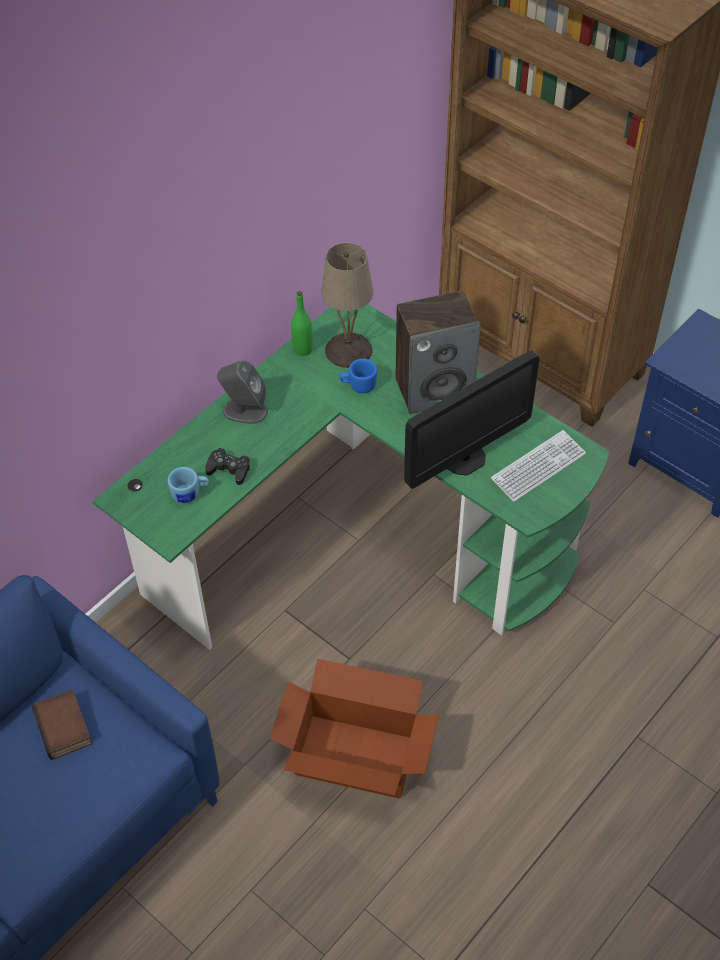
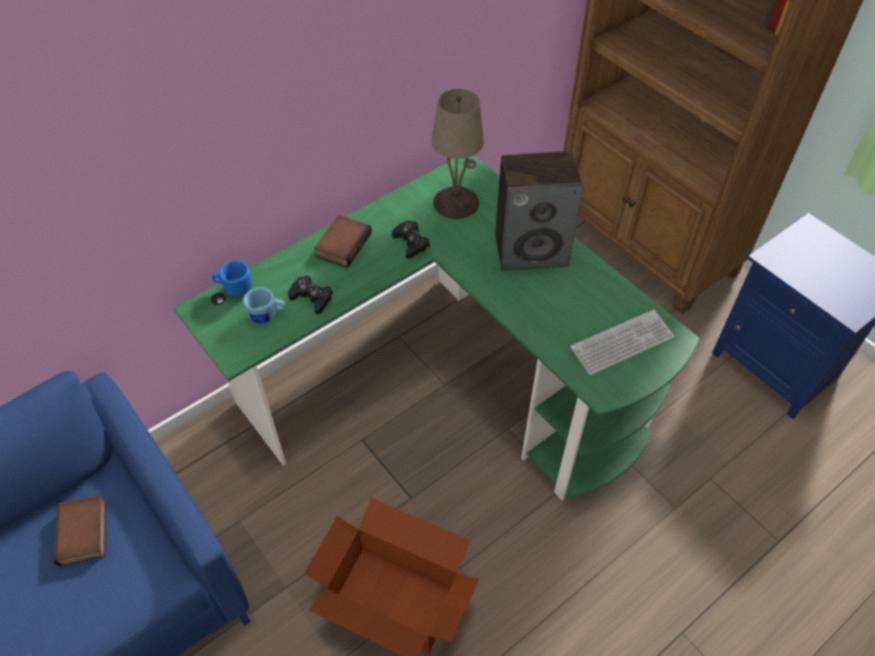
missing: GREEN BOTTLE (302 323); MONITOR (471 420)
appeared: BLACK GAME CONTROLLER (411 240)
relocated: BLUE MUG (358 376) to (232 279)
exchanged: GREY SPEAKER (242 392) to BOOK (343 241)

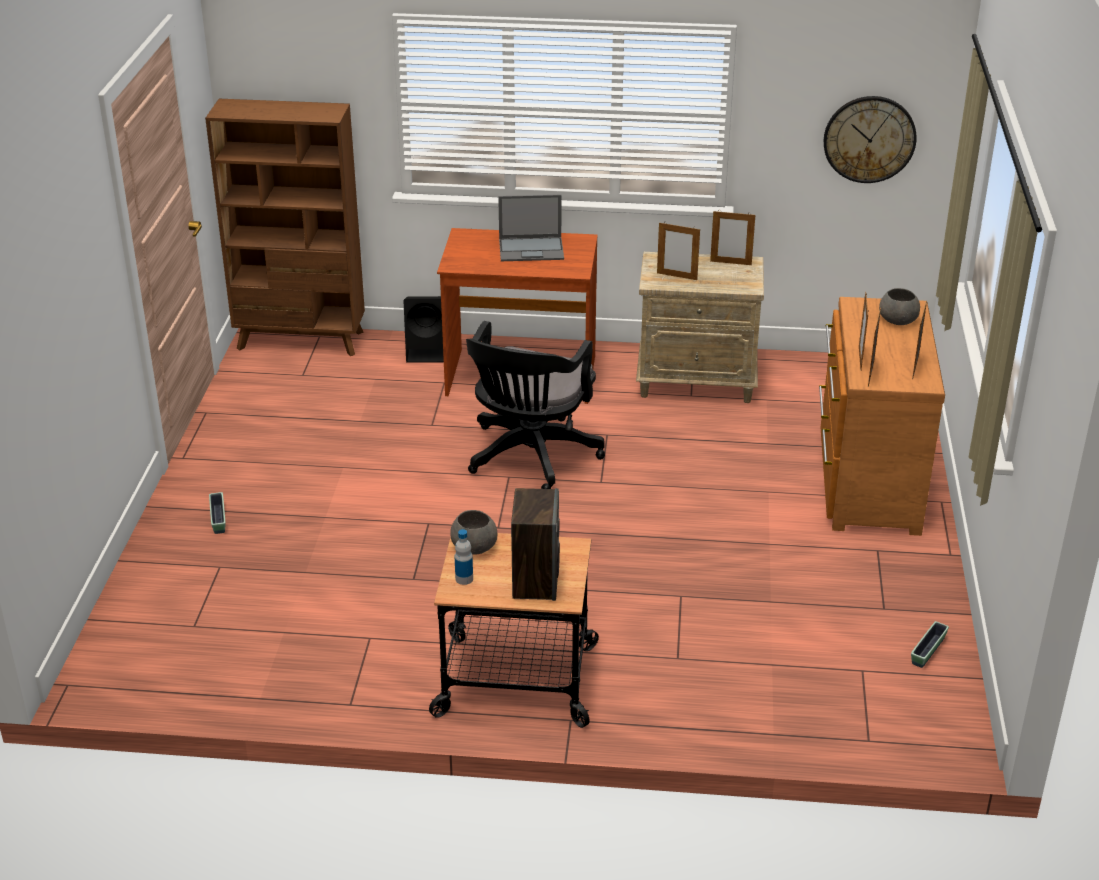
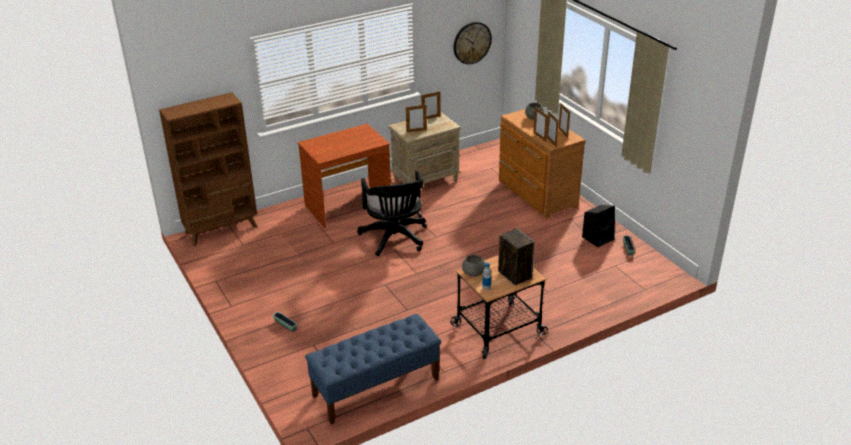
missing: LAPTOP (531 228)
appeared: BLUE BENCH (373 369)
relocated: BLACK SPEAKER (423 329) to (598 226)

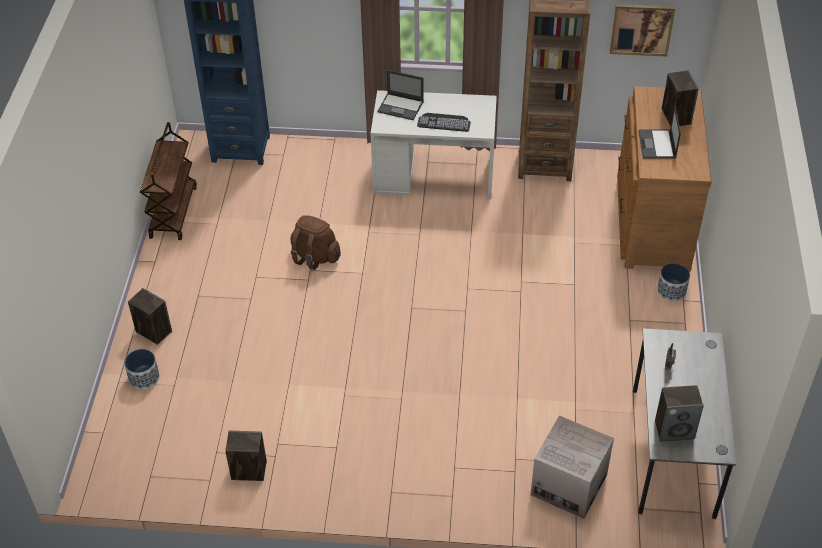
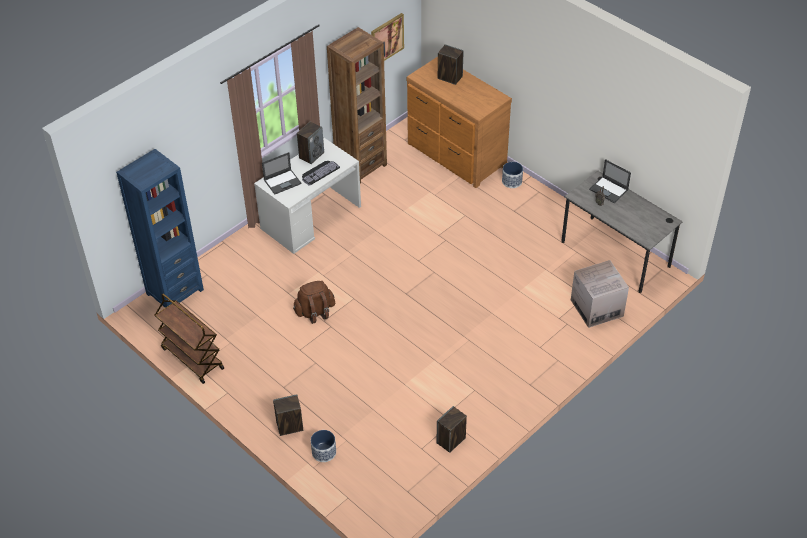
relocated: LAPTOP (660 132) to (610 181); SPEAKER (679 413) to (310 143)

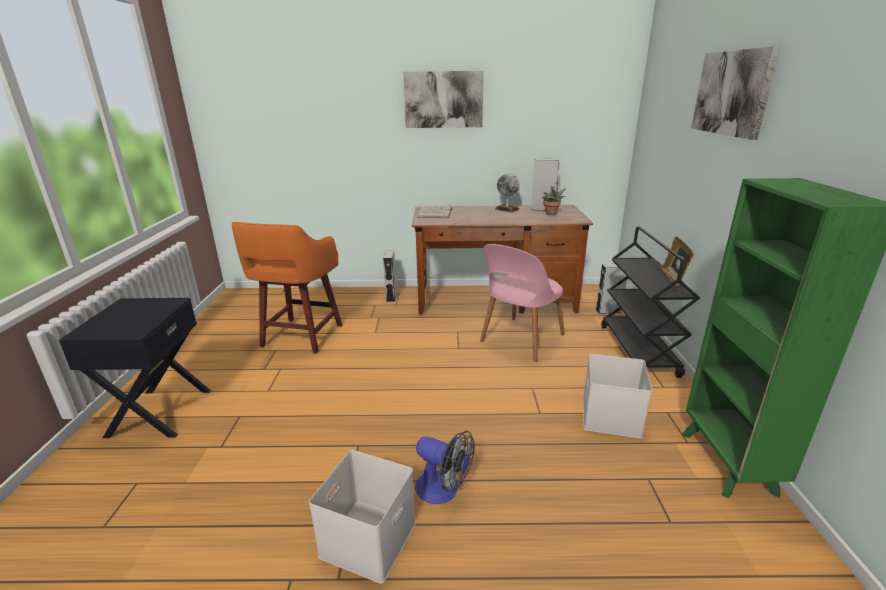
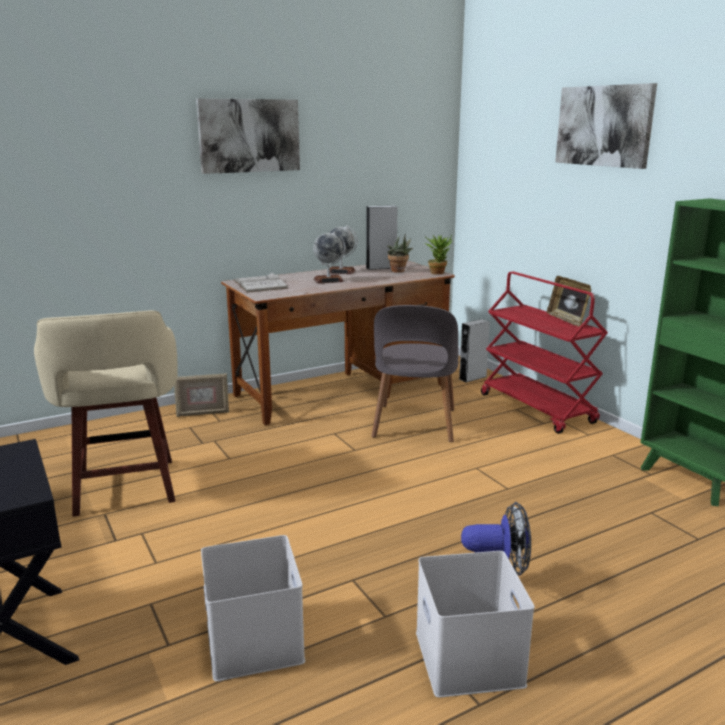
appeared: GLOBE (329 257); POTTED PLANT (438 255)
relocated: WHITE STORAGE BOX (617 396) to (253 608)
exchanged: GREY SPEAKER (390 276) to PICTURE FRAME (201 395)
colour: ORANGE STOOL (287 288) to BEIGE STOOL (106 413); BLACK CART (650 302) to RED CART (544 352); PINK CHAIR (522 302) to GREY CHAIR (415 373)

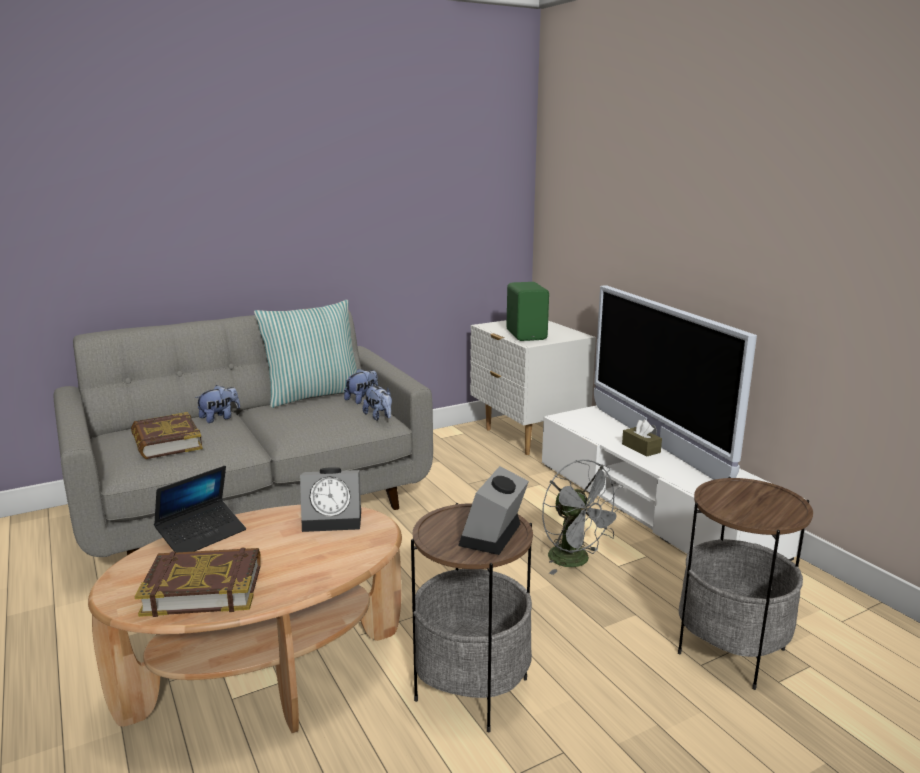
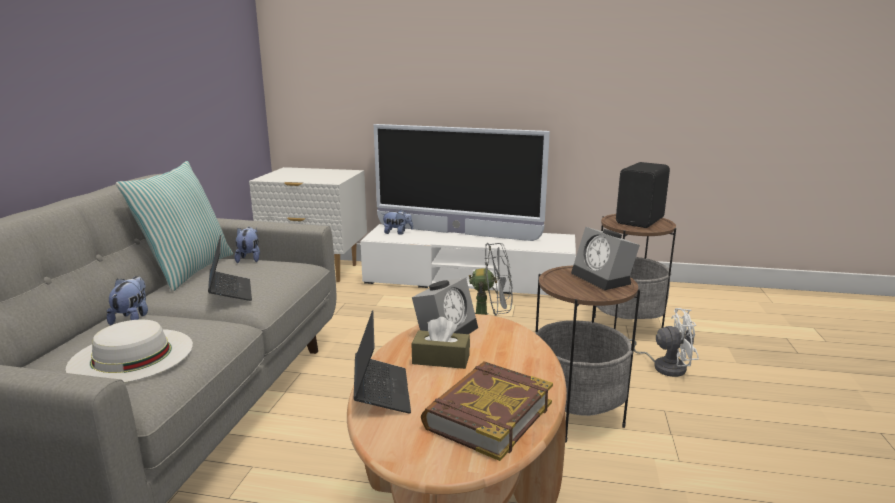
missing: GREEN SPEAKER (527 311)
appeared: BLACK SPEAKER (643 195); LAPTOP (230 268); WHITE FAN (664 342)
relocated: PLUSH TOY (377 403) to (397 222); BROWN TISSUE BOX (642 438) to (441 343)
exchanged: BOOK (167 435) to WHITE HAT (129 351)

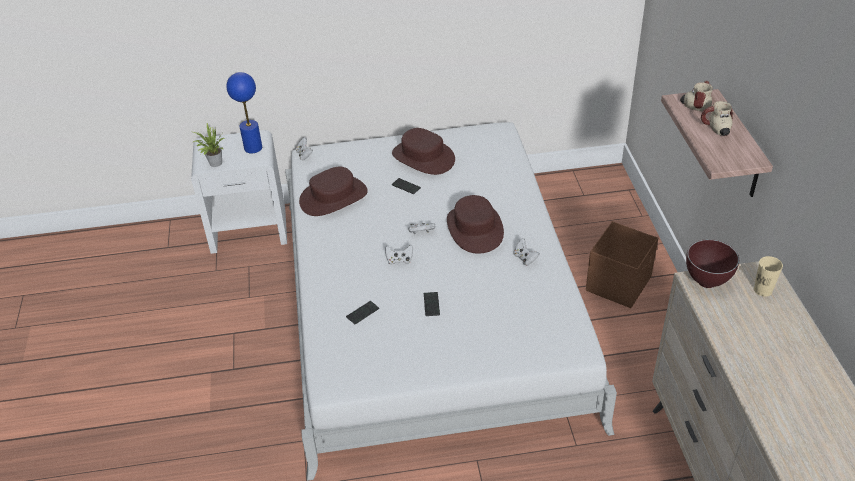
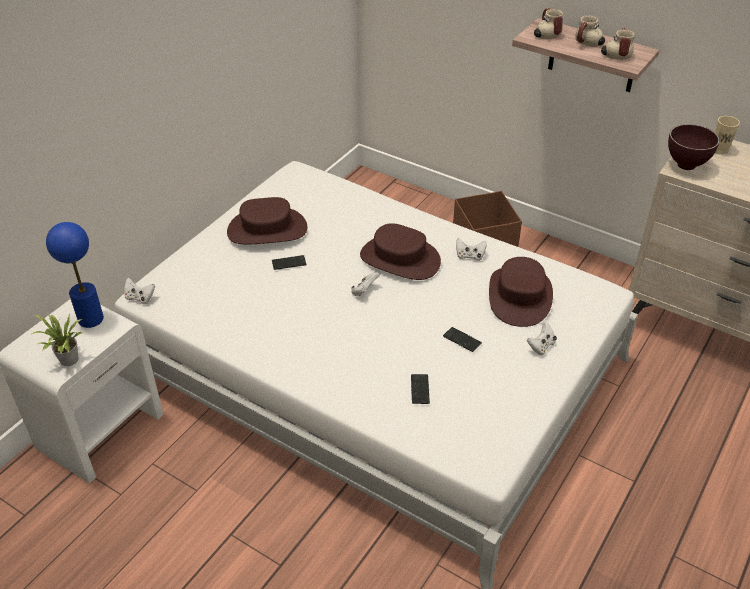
appeared: MUG (618 43)
relocated: BROWN HAT (333 191) to (521 292); WHITE GAME CONTROLLER (399 255) to (542 338)

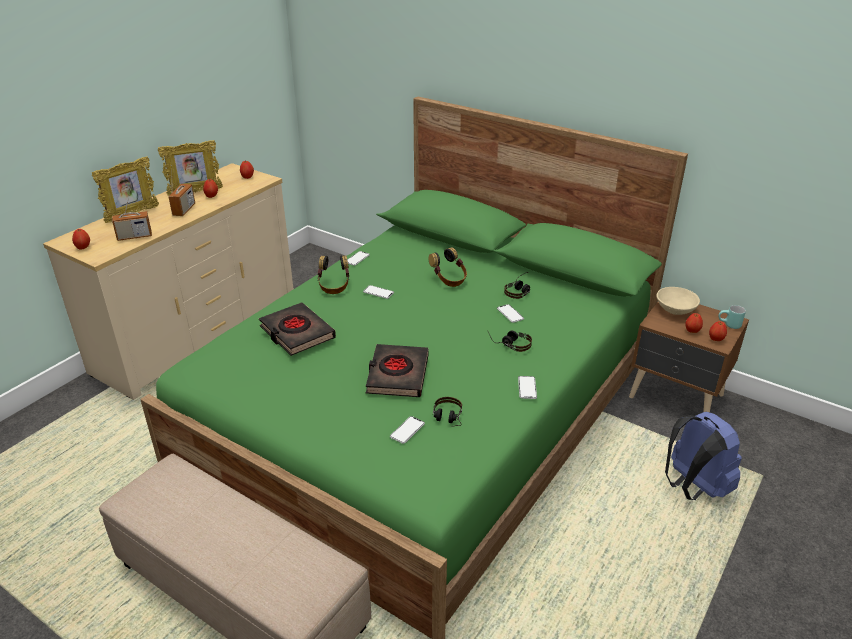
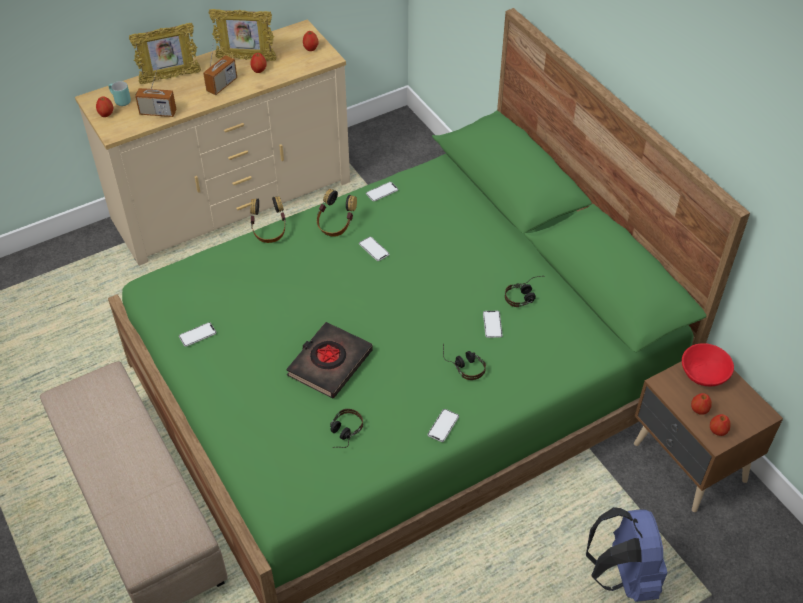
missing: BLACK BOOK (297 329)
relocated: HEADPHONES (448 267) to (268 219); TURQUOISE MUG (732 317) to (119 93); PHONE (407 430) to (197 334)
colour: BEIGE BOWL (678 301) to RED BOWL (708 364)

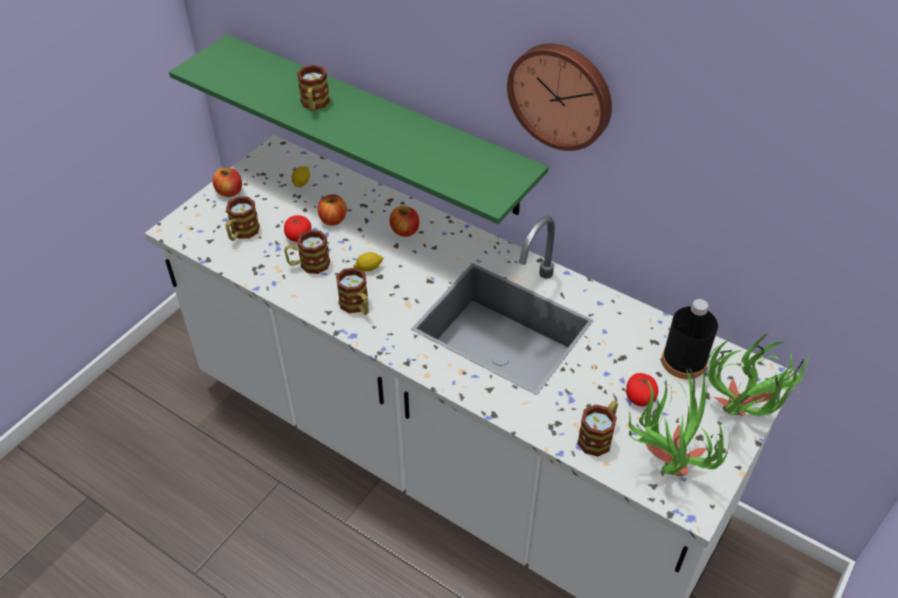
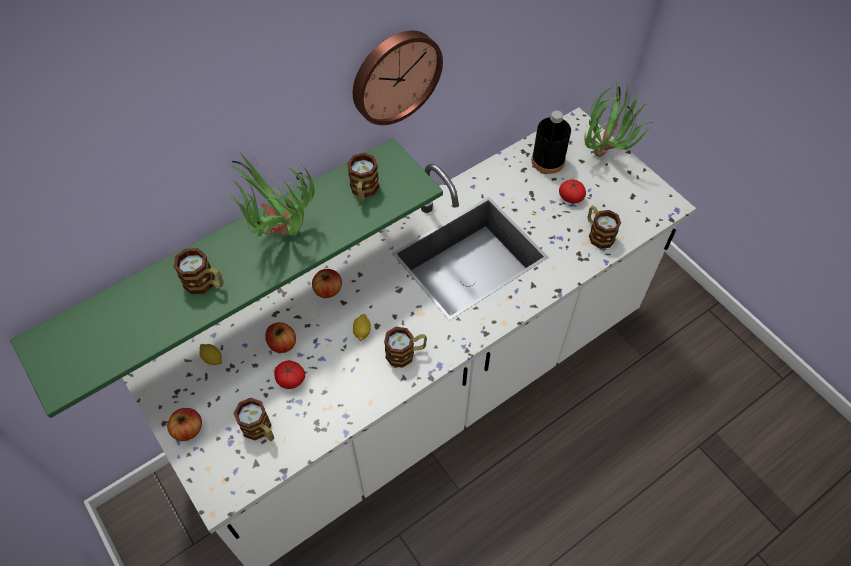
relocated: MUG (307 252) to (363 177); POTTED PLANT (678 422) to (270 194)

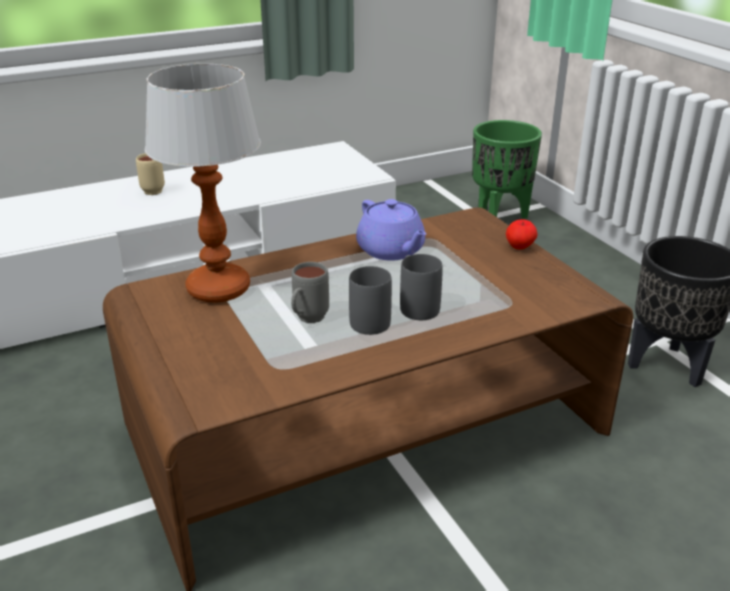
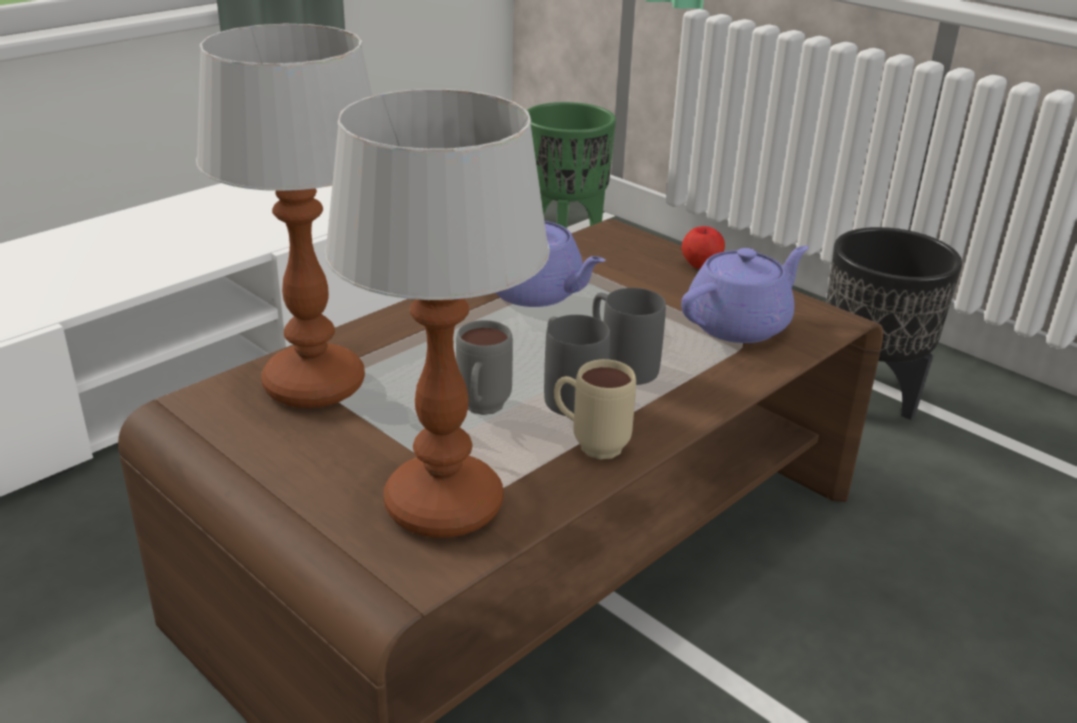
appeared: TABLE LAMP (437 313); PURPLE TEAPOT (745 294)
relocated: BEIGE MUG (150 174) to (595 409)

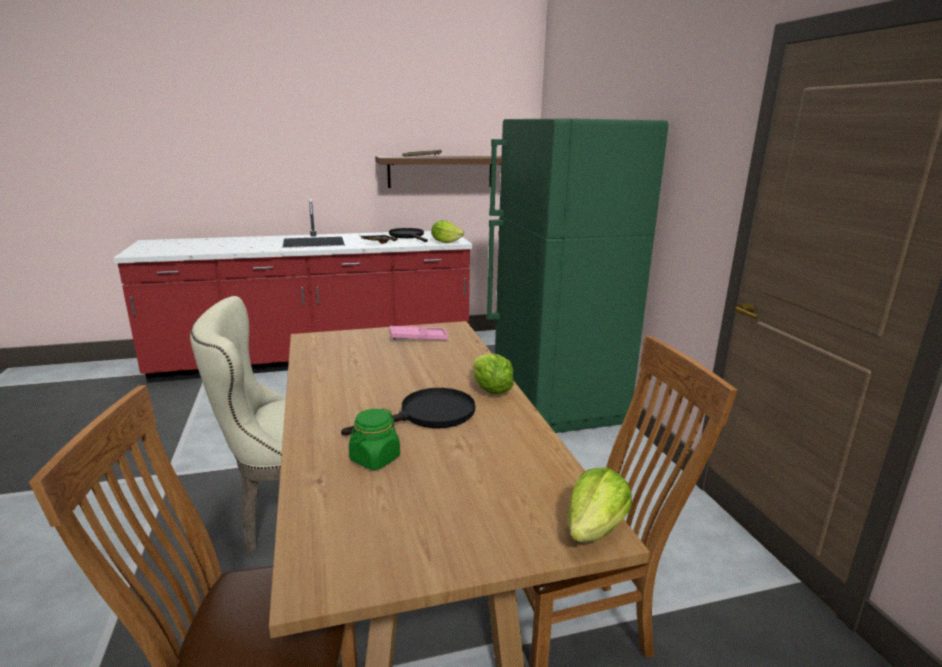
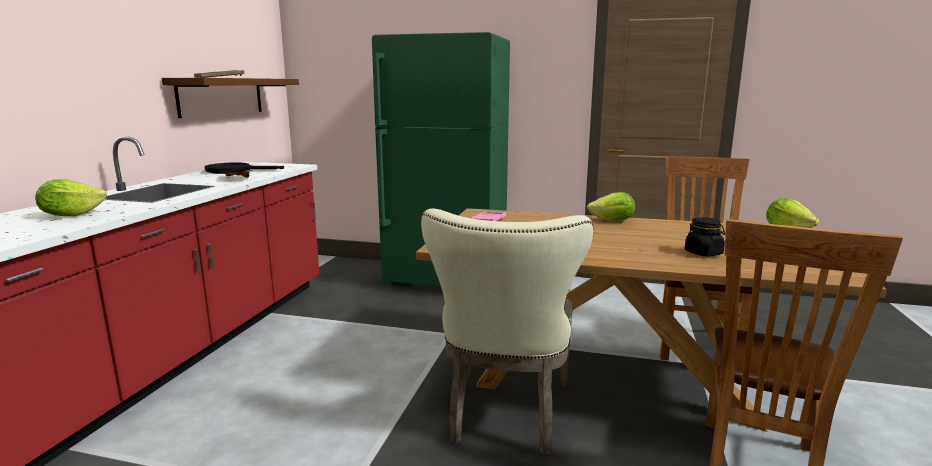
missing: BLACK FRYING PAN (408 411)
relocated: LETTUCE (447 231) to (71 197)
colour: GREEN JAR (374 439) to BLACK JAR (705 237)

